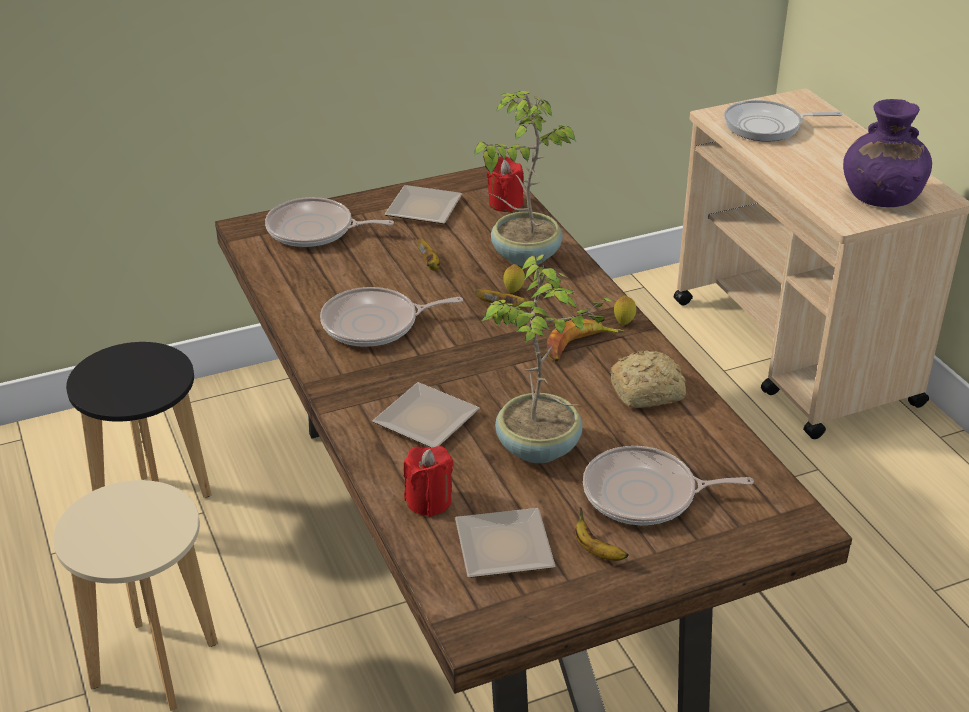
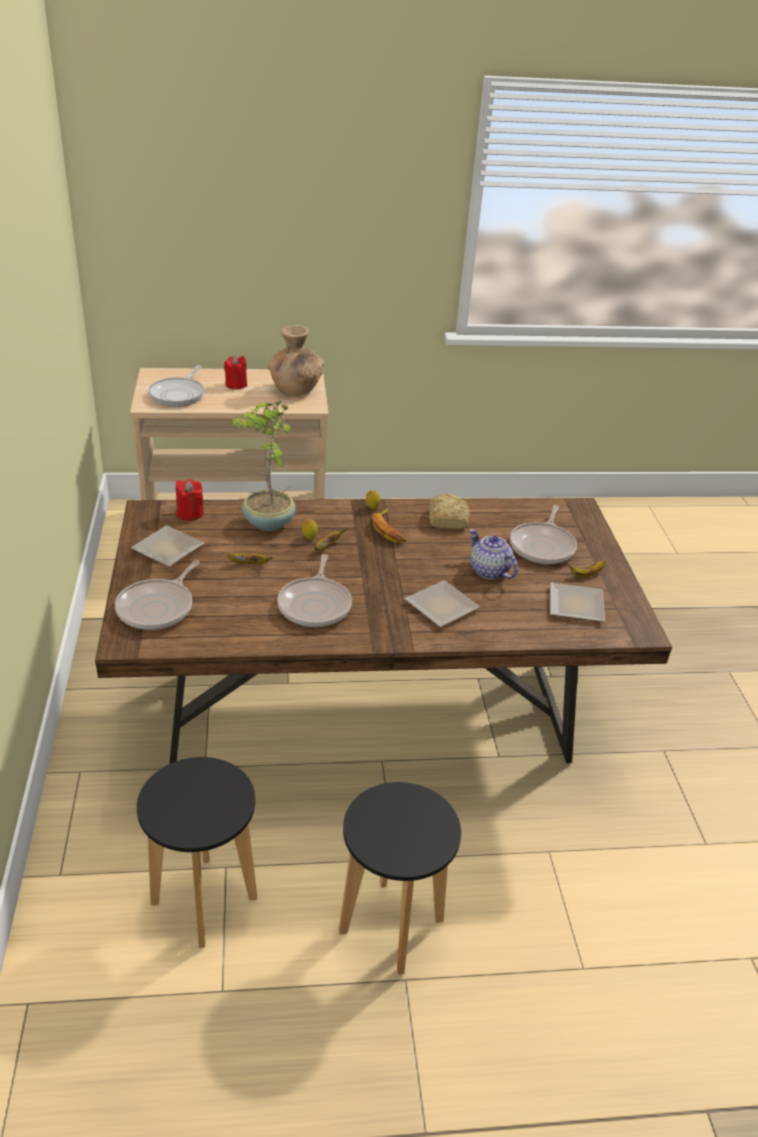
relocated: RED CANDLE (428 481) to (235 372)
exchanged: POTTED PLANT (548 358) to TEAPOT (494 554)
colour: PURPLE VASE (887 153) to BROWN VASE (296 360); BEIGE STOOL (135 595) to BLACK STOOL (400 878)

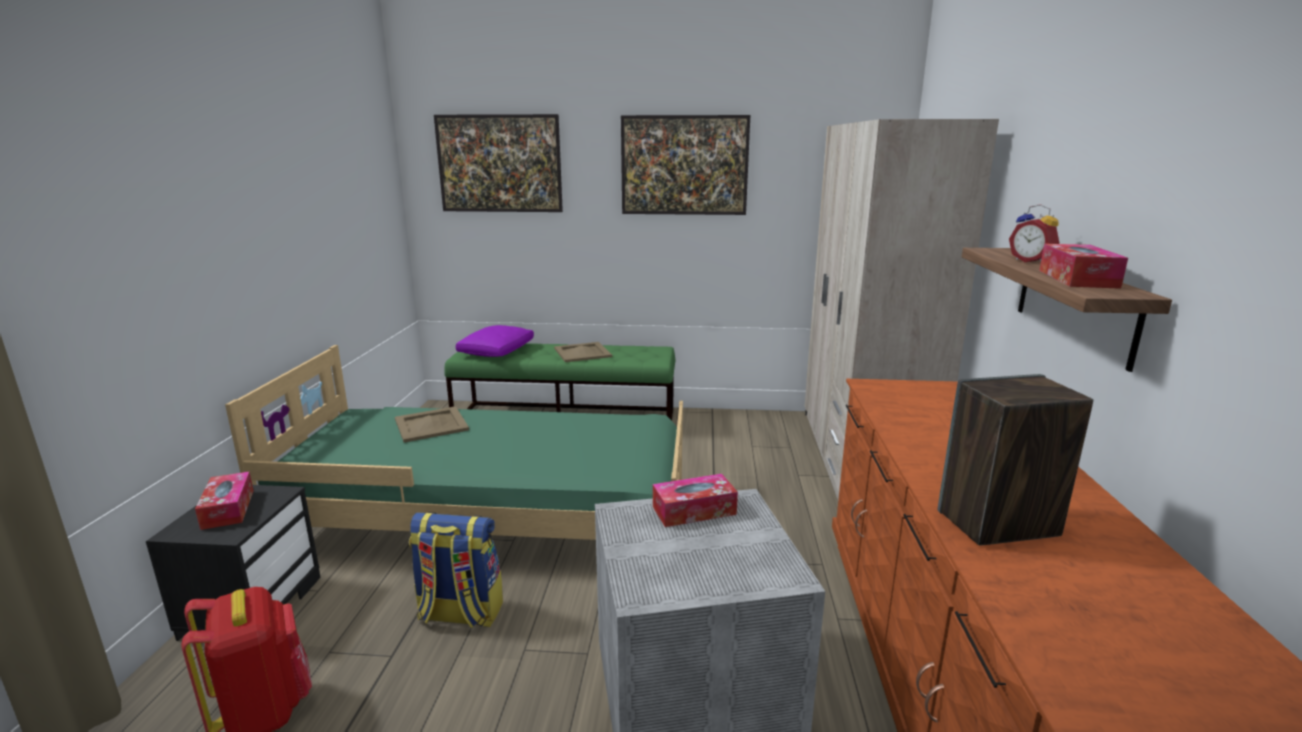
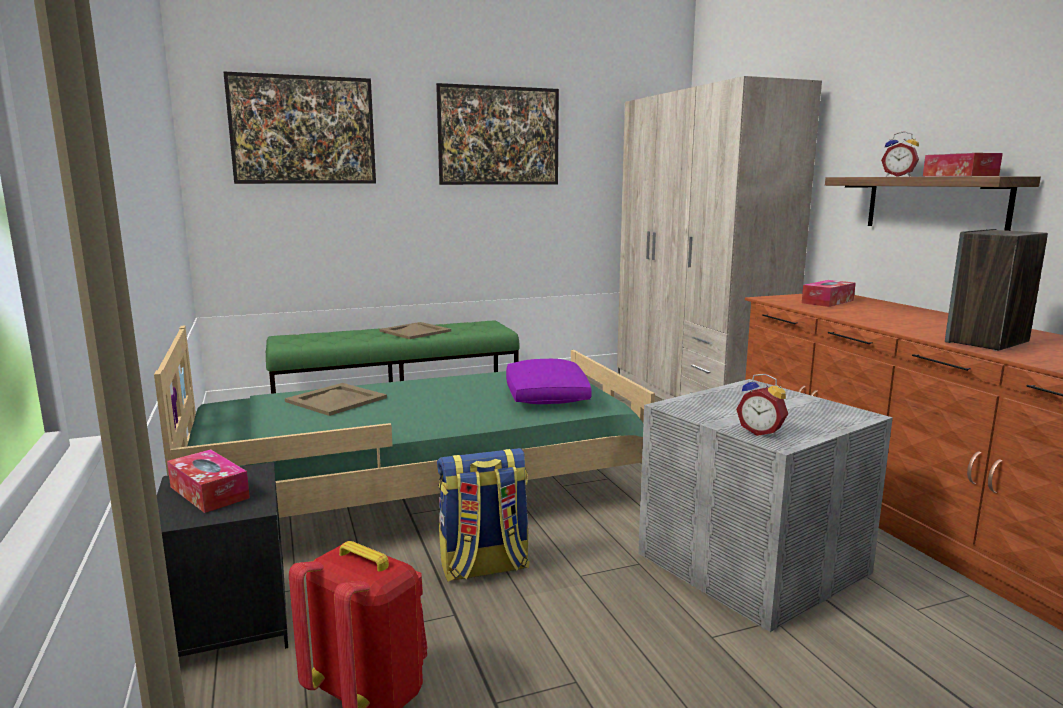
appeared: ALARM CLOCK (762 405)
relocated: PURPLE PILLOW (495 341) to (549 381); TISSUE BOX (695 500) to (829 293)

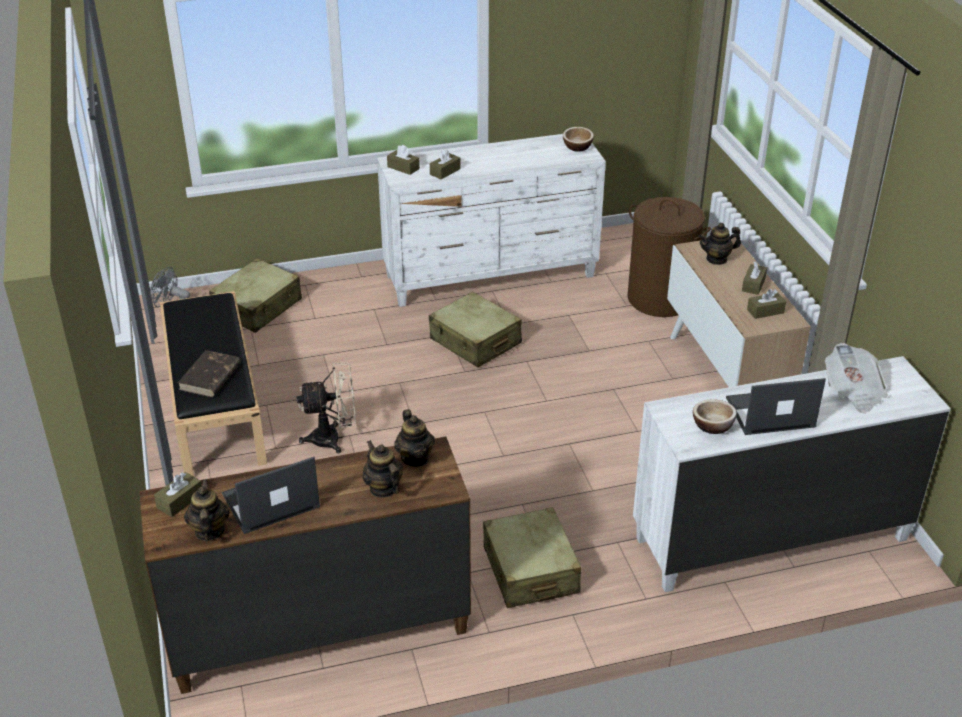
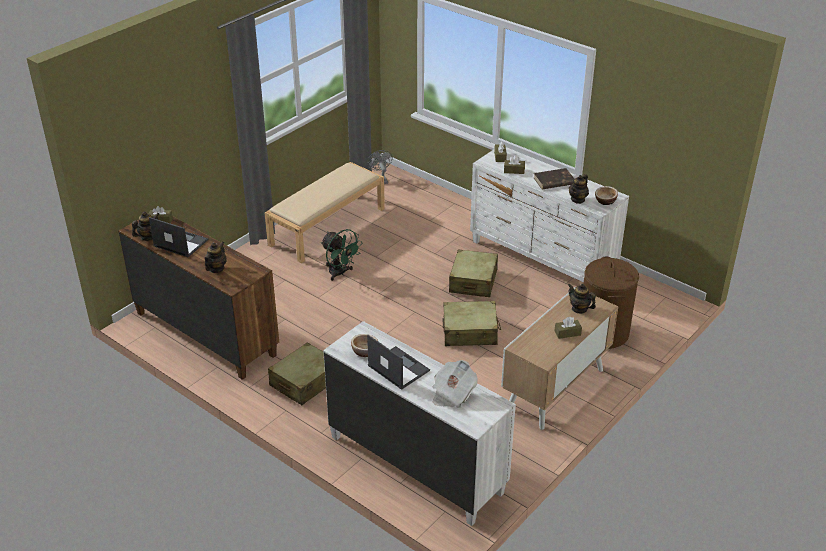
missing: BROWN TISSUE BOX (766 304)
relocated: BEIGE SUITCASE (255 295) to (472 323); BROWN BOOK (209 373) to (554 178); TEAPOT (414 438) to (579 189)
colour: BLACK BENCH (213 383) to BEIGE BENCH (325 212); BEIGE FAN (326 407) to GREEN FAN (342 255)

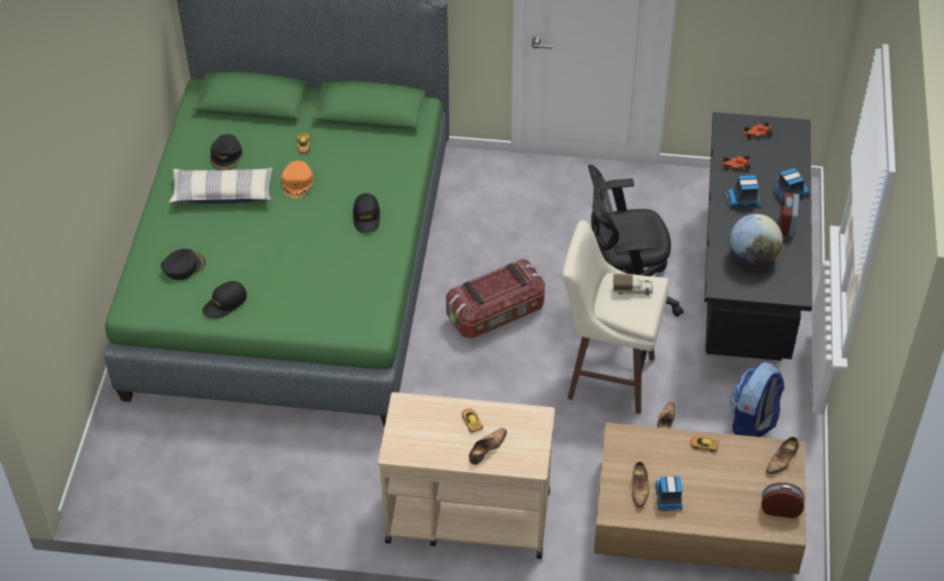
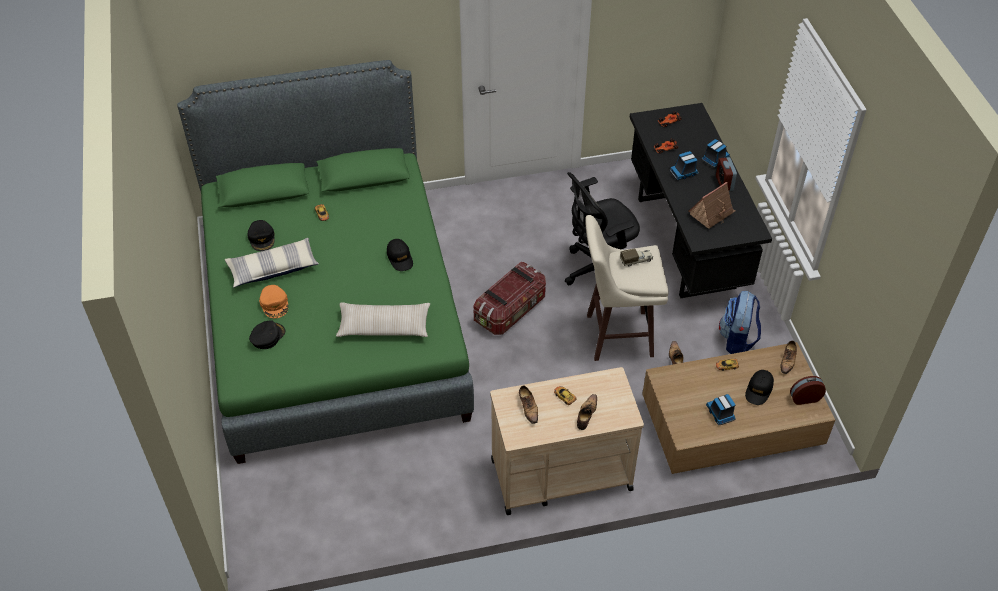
appeared: BEIGE PILLOW (383 319)
relocated: ORANGE CAP (297 179) to (273 301); BLACK CAP (224 300) to (759 387); SHOE (640 485) to (528 404)
exchanged: GLOBE (756 240) to TOY HOUSE (712 205)

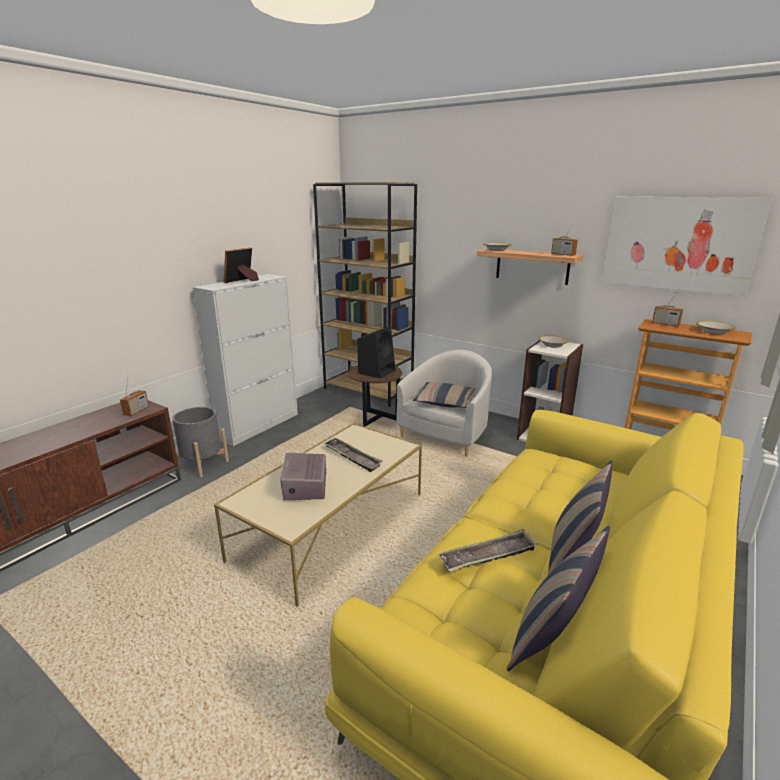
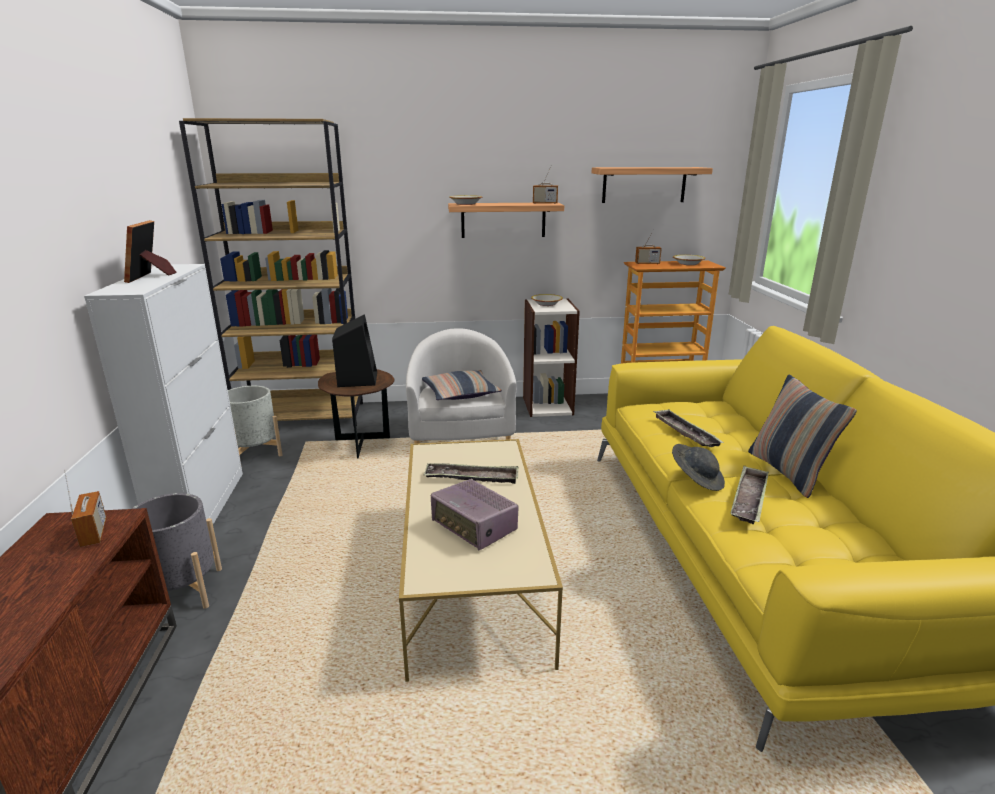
missing: PILLOW (558 598)
appeared: GREY PLANTER (255 424); TRAY (688 428); GREY HAT (698 467)
exchanged: PICTURE (687 246) to SHELF (652 185)

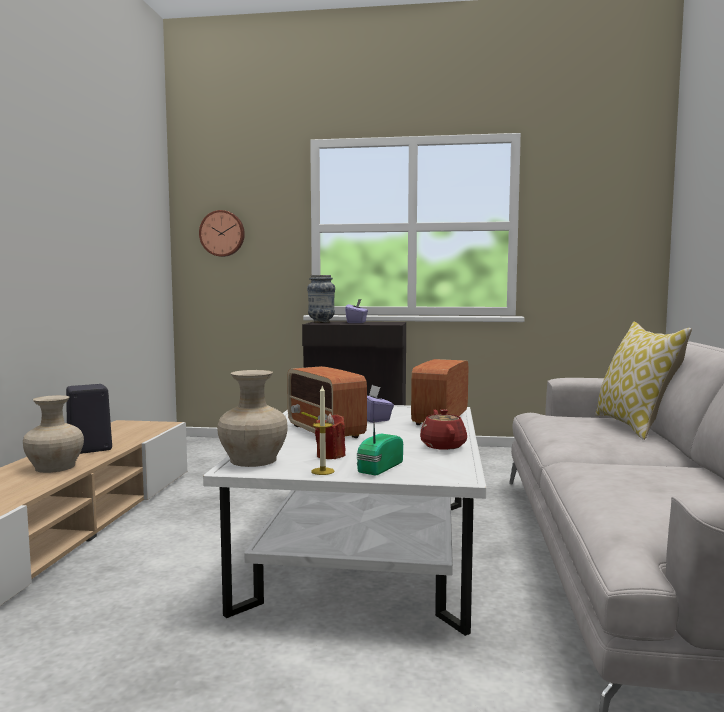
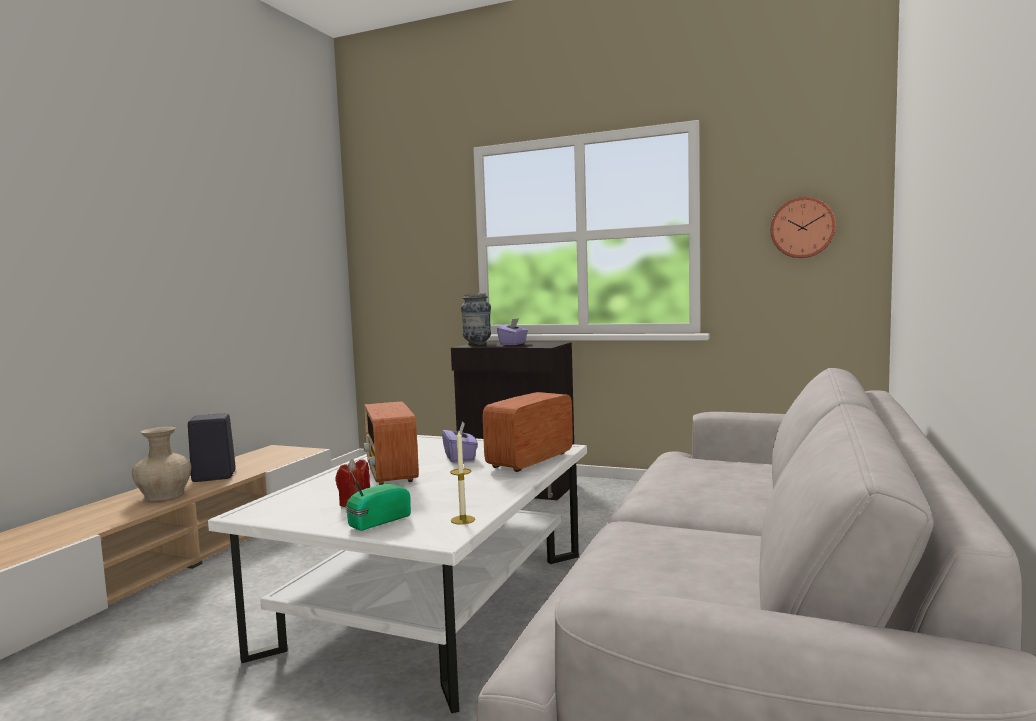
missing: PILLOW (643 381); BEIGE VASE (252 418); RED TEAPOT (443 429)
relocated: WALL CLOCK (222 233) to (803 227); CANDLE (323 430) to (462 478)

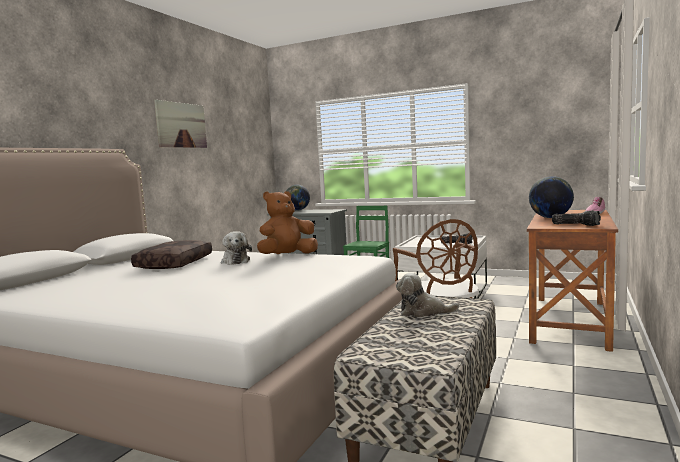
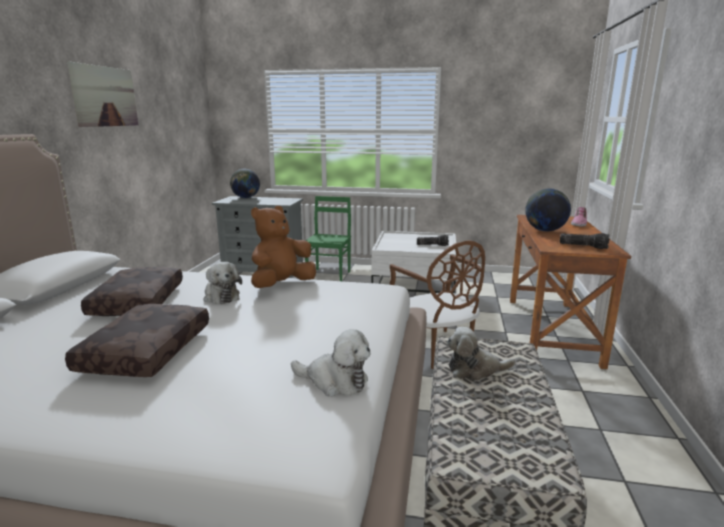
appeared: BROWN PILLOW (137 340); PLUSH TOY (330 363)

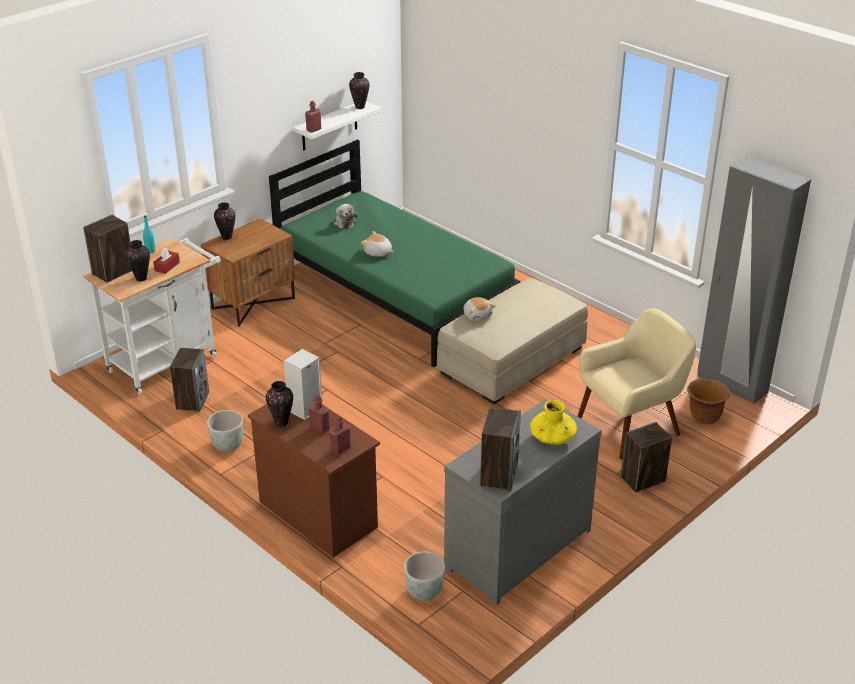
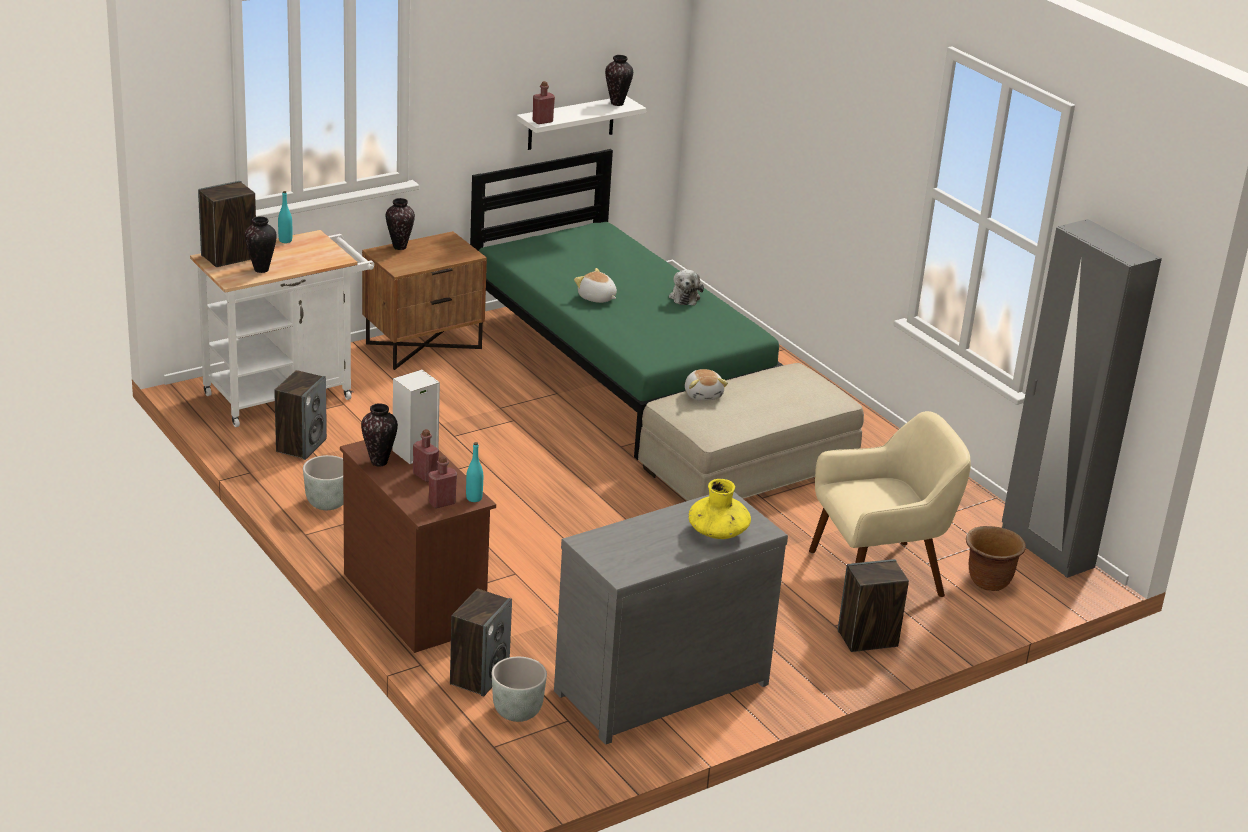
missing: RED TISSUE BOX (166 261)
appeared: TURQUOISE BOTTLE (474 472)
relocated: PLUSH TOY (346 216) to (686 287); SPEAKER (500 449) to (481 643)

